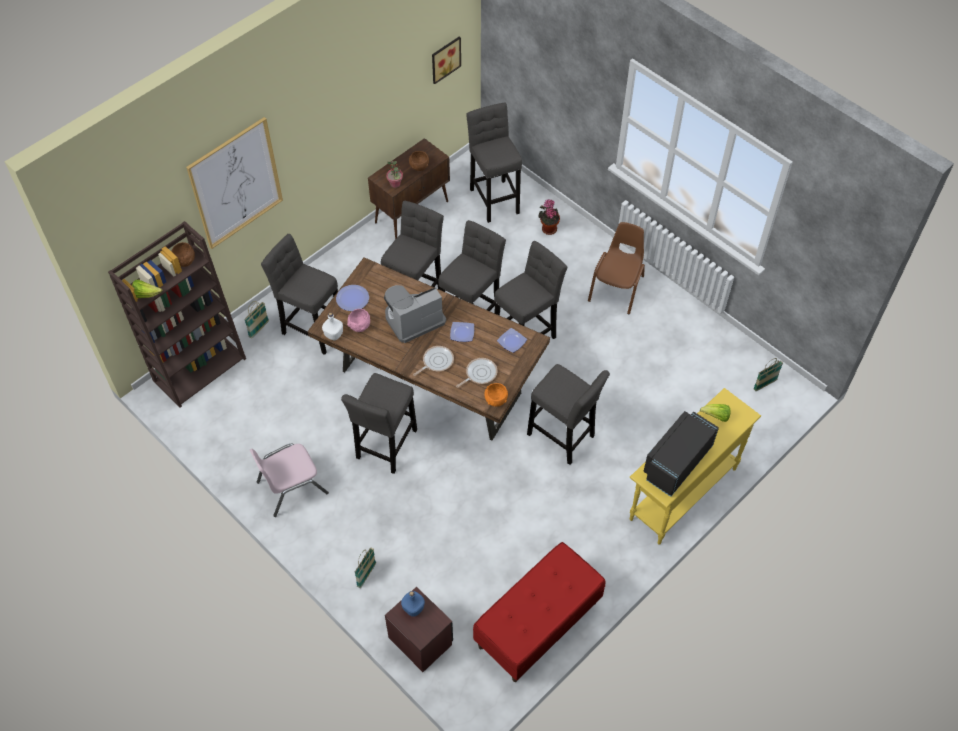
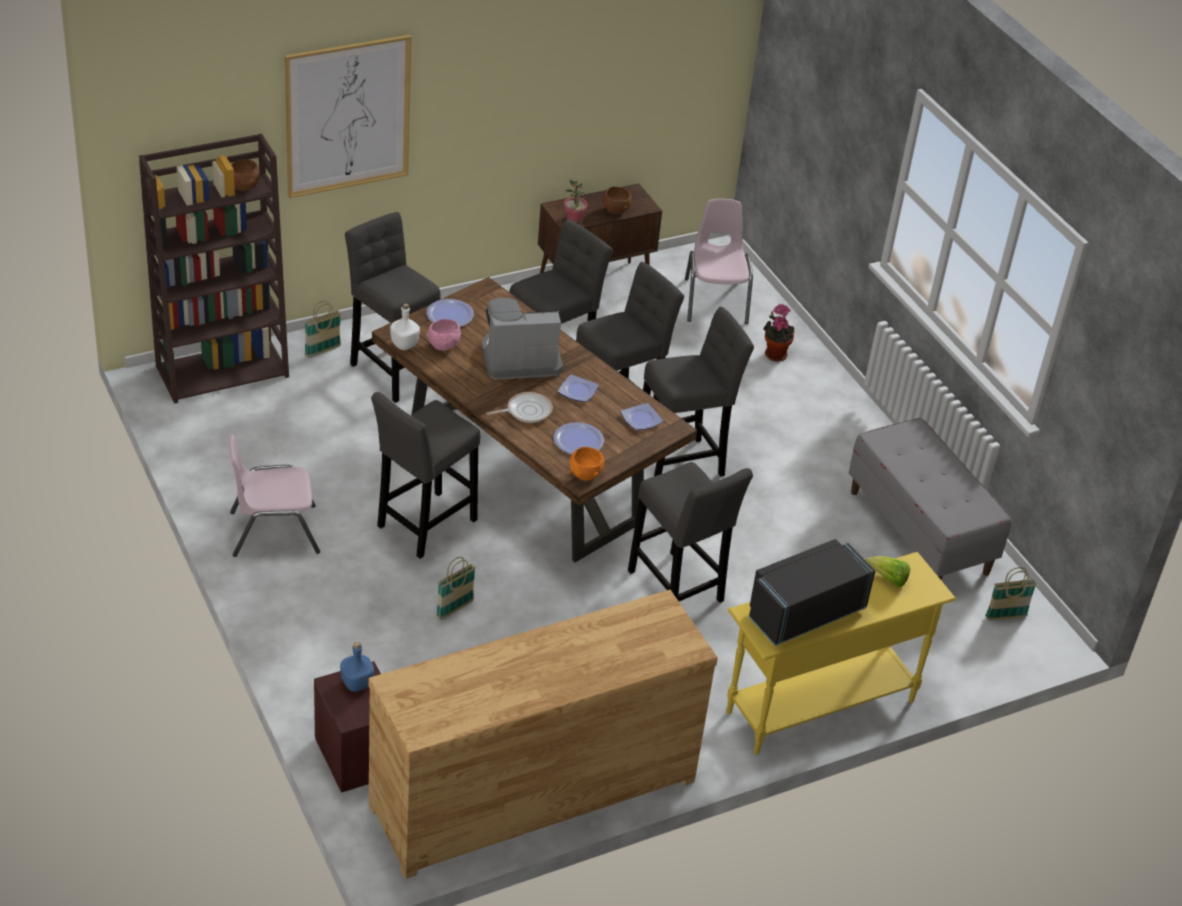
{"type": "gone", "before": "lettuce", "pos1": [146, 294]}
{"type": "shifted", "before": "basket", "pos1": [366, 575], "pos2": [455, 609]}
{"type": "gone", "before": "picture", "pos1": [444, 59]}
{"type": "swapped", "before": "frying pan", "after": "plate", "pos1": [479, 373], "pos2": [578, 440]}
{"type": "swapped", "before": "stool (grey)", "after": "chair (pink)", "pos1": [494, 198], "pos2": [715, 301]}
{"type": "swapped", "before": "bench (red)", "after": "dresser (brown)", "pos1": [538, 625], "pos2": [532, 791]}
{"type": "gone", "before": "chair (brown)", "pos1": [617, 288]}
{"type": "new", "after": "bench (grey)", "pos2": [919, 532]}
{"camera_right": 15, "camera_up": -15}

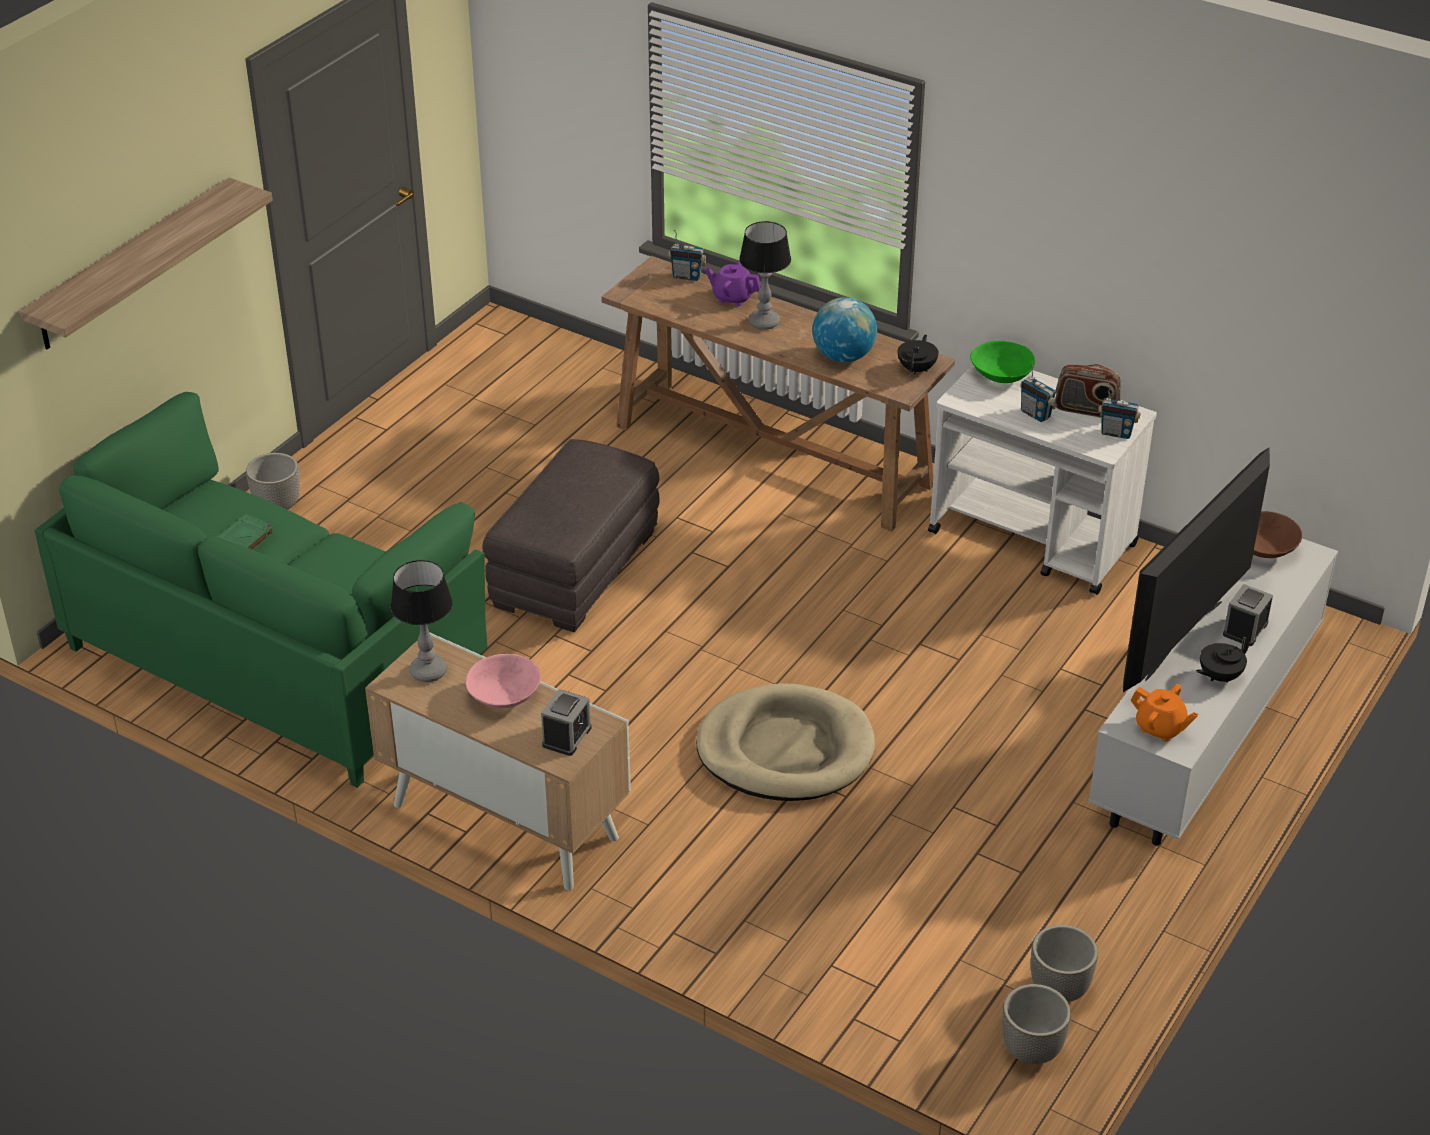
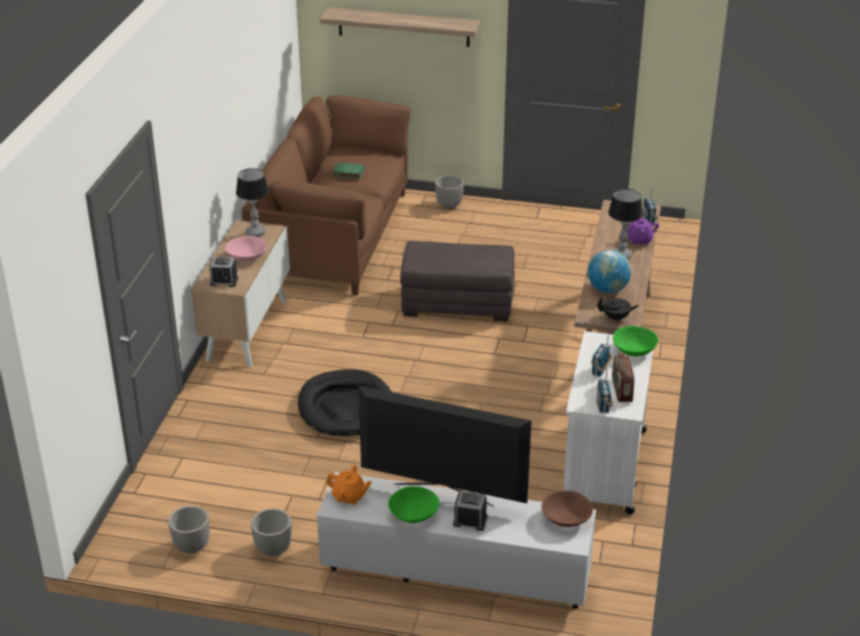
{"type": "repainted", "before": "sofa (green)", "after": "sofa (brown)", "pos1": [276, 657], "pos2": [333, 236]}
{"type": "repainted", "before": "dog bed (beige)", "after": "dog bed (black)", "pos1": [785, 749], "pos2": [346, 407]}
{"type": "shifted", "before": "planter", "pos1": [1031, 1050], "pos2": [272, 549]}
{"type": "rotated", "before": "teapot (orange)", "pos1": [1160, 728], "pos2": [349, 496], "turn": -90}
{"type": "swapped", "before": "teapot (black)", "after": "bowl (green)", "pos1": [1219, 676], "pos2": [413, 515]}
{"camera_right": 70, "camera_up": -5}

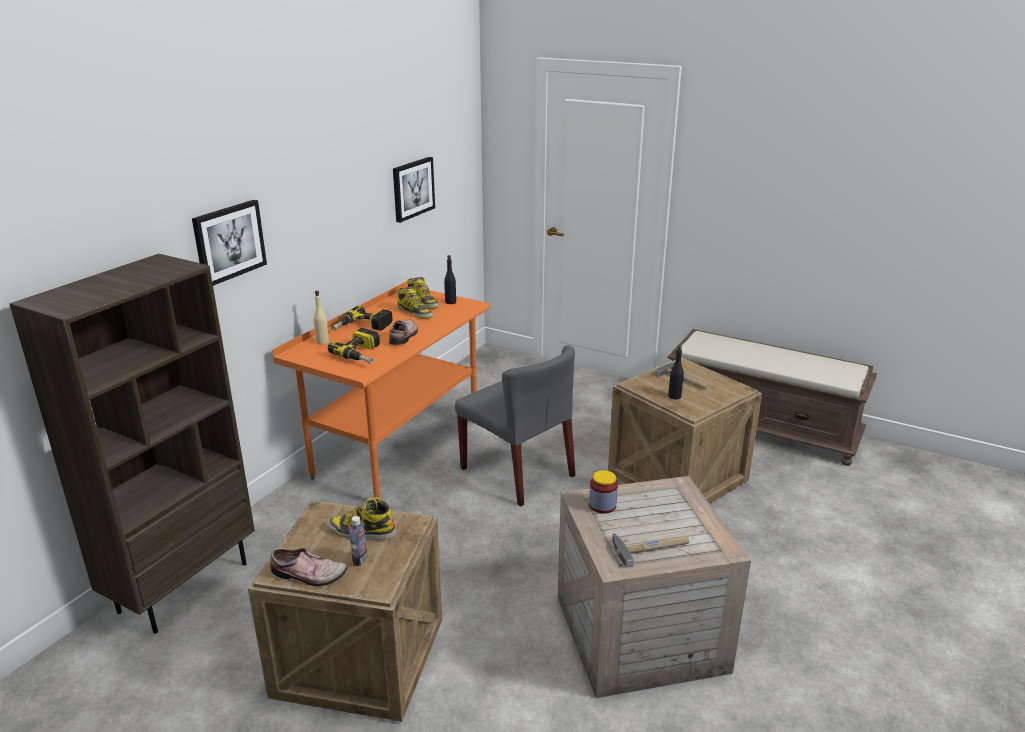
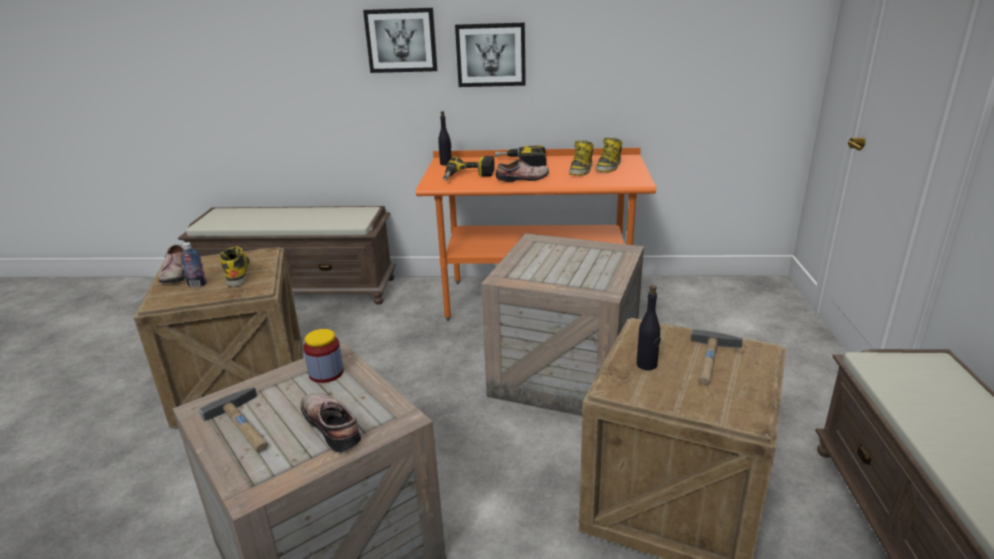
{"type": "swapped", "before": "bookcase (brown)", "after": "bench (brown)", "pos1": [183, 586], "pos2": [301, 290]}
{"type": "gone", "before": "bottle (beige)", "pos1": [322, 342]}
{"type": "shifted", "before": "picture", "pos1": [412, 188], "pos2": [491, 55]}
{"type": "shifted", "before": "bottle (black)", "pos1": [450, 302], "pos2": [446, 163]}
{"type": "swapped", "before": "chair (grey)", "after": "crate", "pos1": [518, 472], "pos2": [562, 374]}
{"type": "new", "after": "shoe", "pos2": [334, 425]}
{"camera_right": 65, "camera_up": 0}

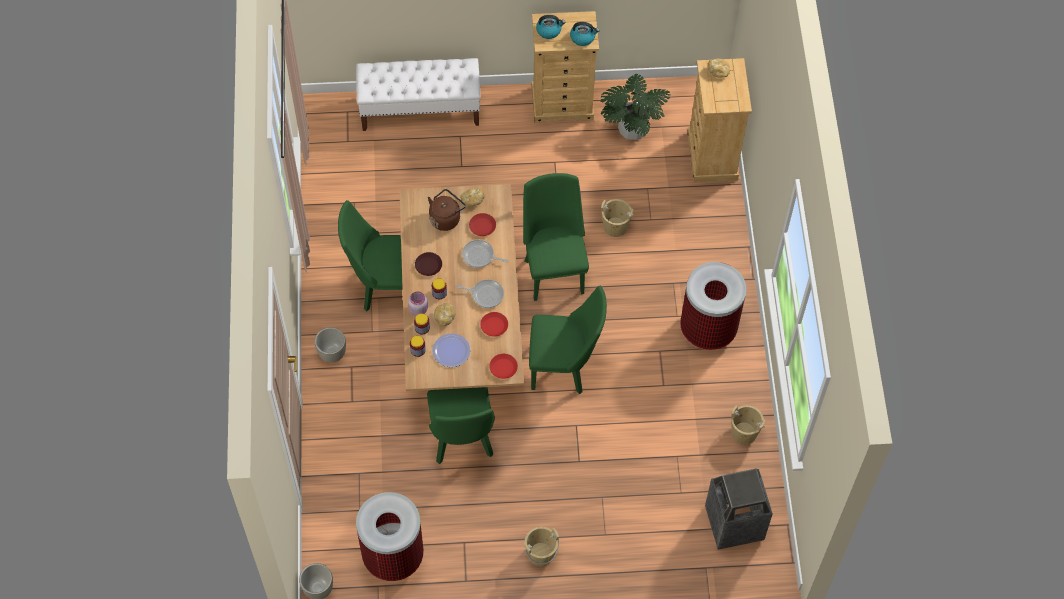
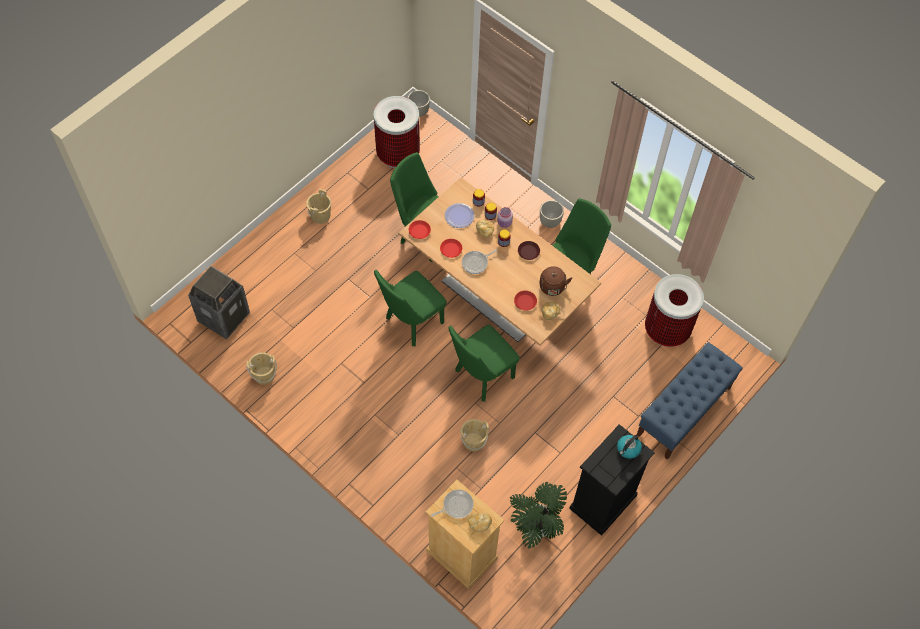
{"type": "repainted", "before": "bench (white)", "after": "bench (blue)", "pos1": [420, 110], "pos2": [683, 411]}
{"type": "shifted", "before": "frying pan", "pos1": [480, 256], "pos2": [456, 505]}
{"type": "rotated", "before": "chair (green)", "pos1": [553, 271], "pos2": [480, 377], "turn": 105}
{"type": "repainted", "before": "dresser (beige)", "after": "dresser (black)", "pos1": [562, 103], "pos2": [602, 502]}
{"type": "gone", "before": "kettle", "pos1": [583, 37]}
{"type": "shifted", "before": "trash can", "pos1": [708, 329], "pos2": [666, 330]}
{"camera_right": 135, "camera_up": 0}

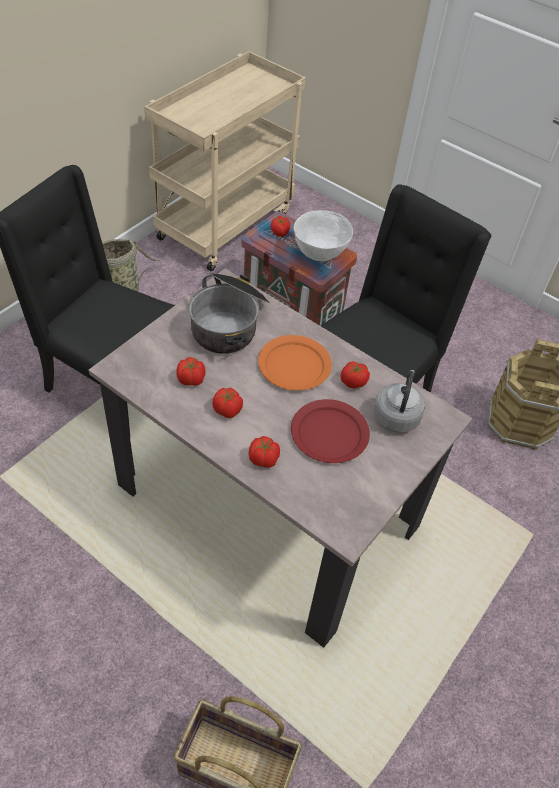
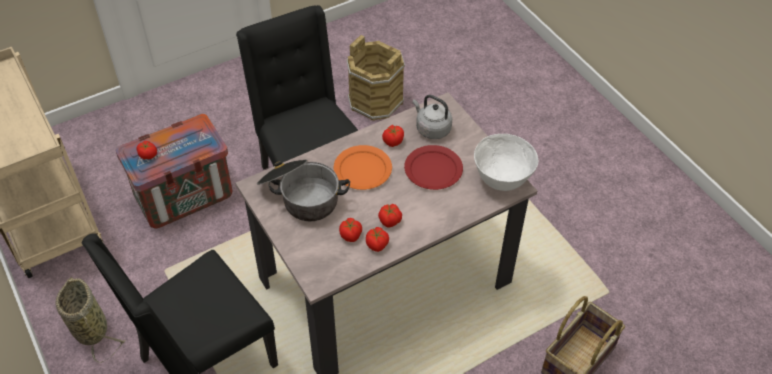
{"type": "shifted", "before": "tomato", "pos1": [264, 459], "pos2": [377, 245]}
{"type": "shifted", "before": "bowl (white)", "pos1": [319, 254], "pos2": [501, 179]}
{"camera_right": -65, "camera_up": 0}

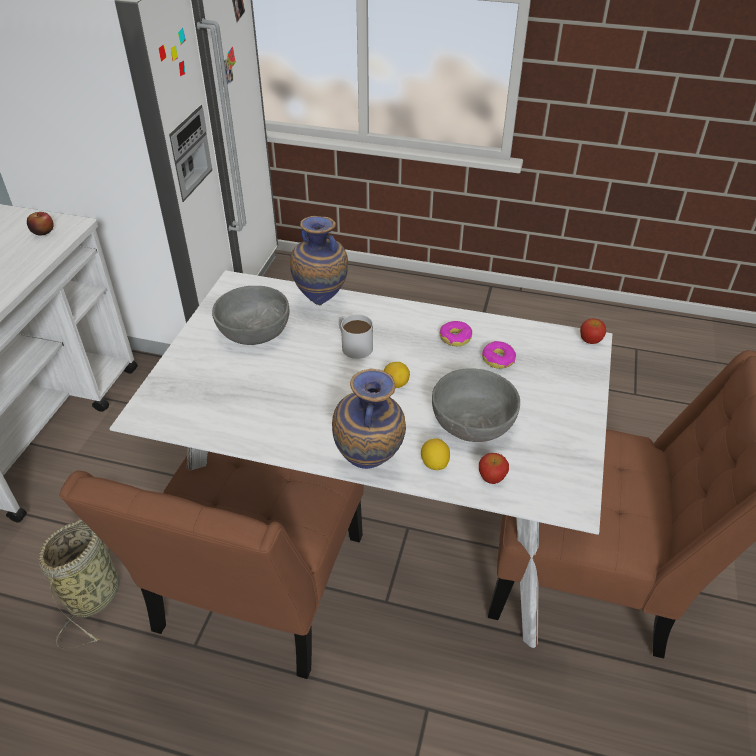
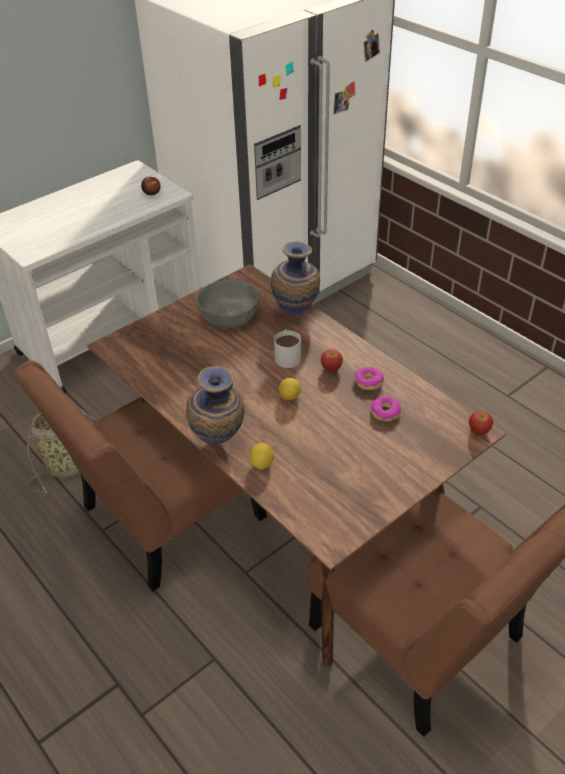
{"type": "repainted", "before": "dining table (white)", "after": "dining table (brown)", "pos1": [375, 523], "pos2": [283, 514]}
{"type": "gone", "before": "bowl (grey)", "pos1": [473, 421]}
{"type": "shifted", "before": "apple", "pos1": [491, 478], "pos2": [331, 368]}
{"camera_right": 35, "camera_up": 0}

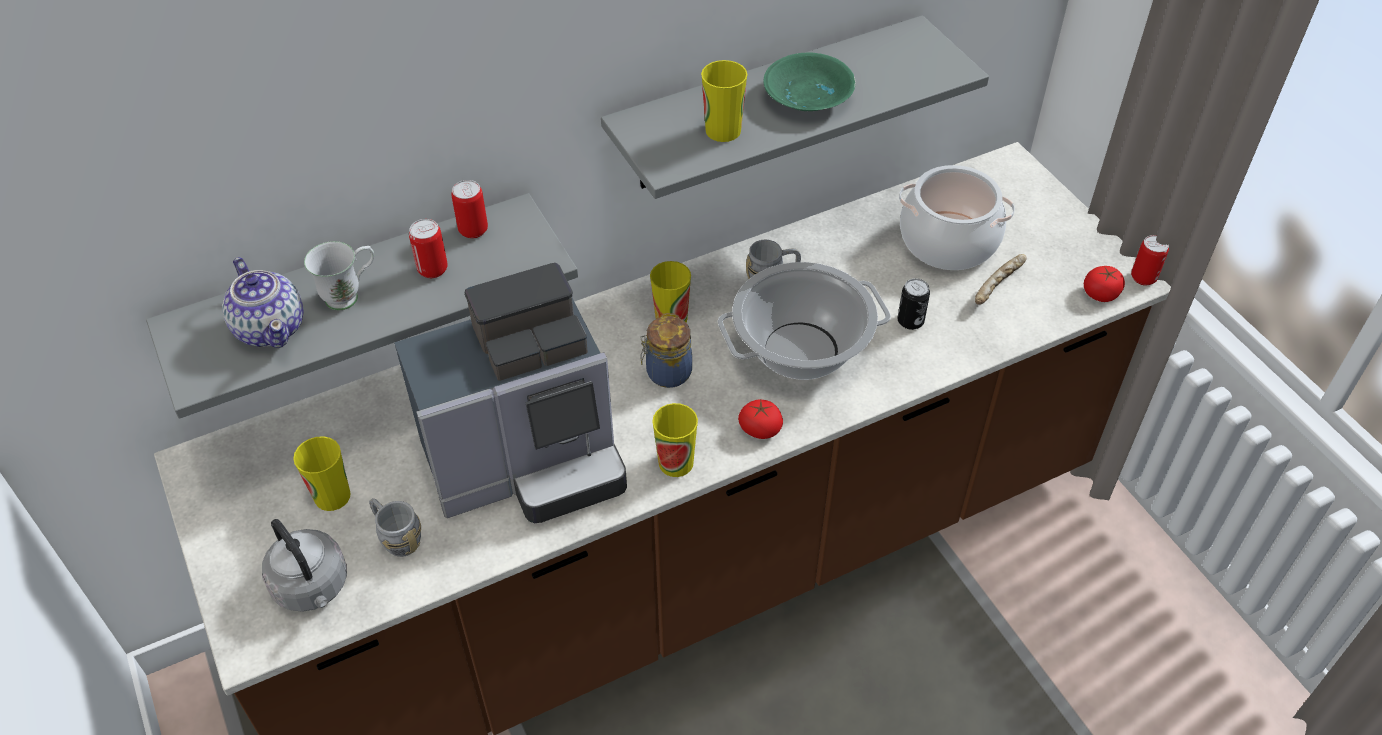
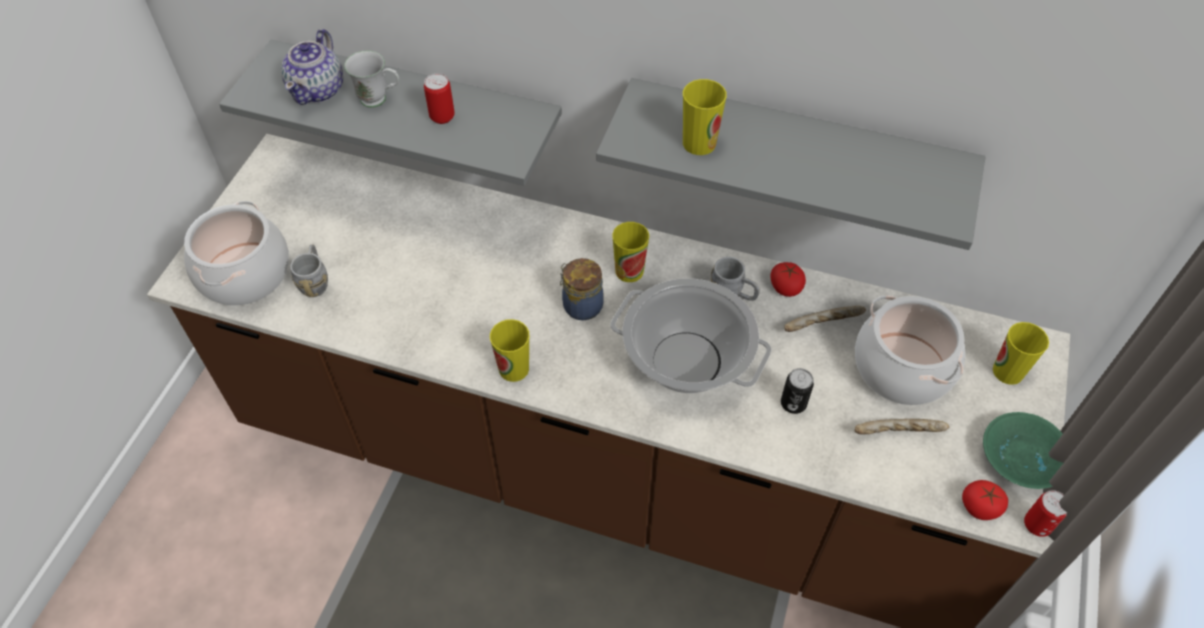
{"type": "swapped", "before": "kettle (grey)", "after": "cooking pot", "pos1": [313, 588], "pos2": [245, 274]}
{"type": "shifted", "before": "cup", "pos1": [332, 496], "pos2": [1008, 371]}
{"type": "gone", "before": "coffee machine", "pos1": [529, 463]}
{"type": "gone", "before": "can", "pos1": [473, 230]}
{"type": "shifted", "before": "tomato", "pos1": [760, 428], "pos2": [786, 287]}
{"type": "shifted", "before": "bowl (green)", "pos1": [810, 98], "pos2": [1022, 460]}
{"type": "new", "after": "bread", "pos2": [823, 324]}
{"camera_right": 45, "camera_up": 5}

